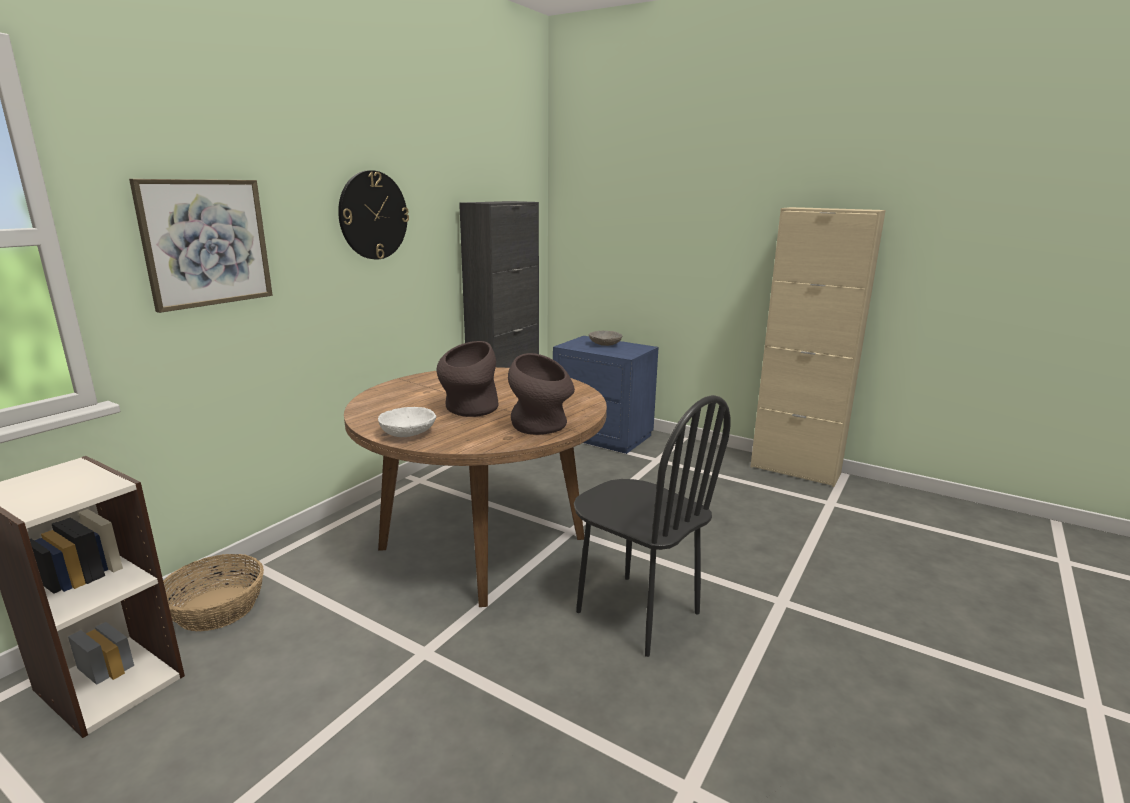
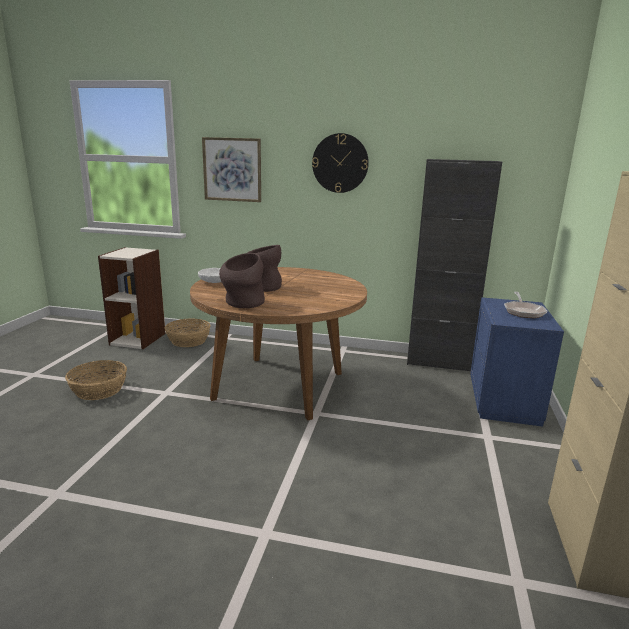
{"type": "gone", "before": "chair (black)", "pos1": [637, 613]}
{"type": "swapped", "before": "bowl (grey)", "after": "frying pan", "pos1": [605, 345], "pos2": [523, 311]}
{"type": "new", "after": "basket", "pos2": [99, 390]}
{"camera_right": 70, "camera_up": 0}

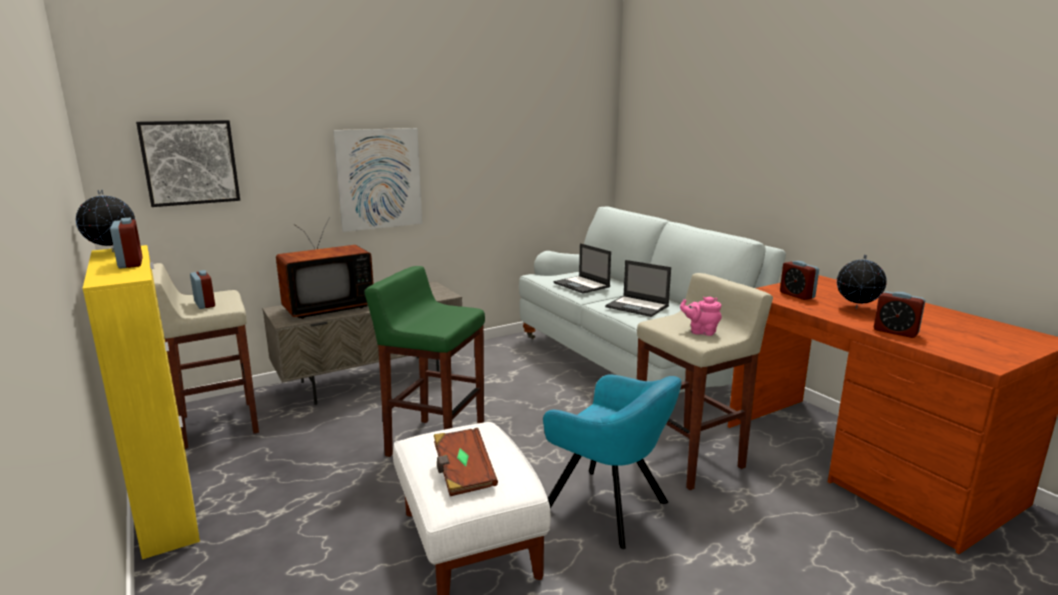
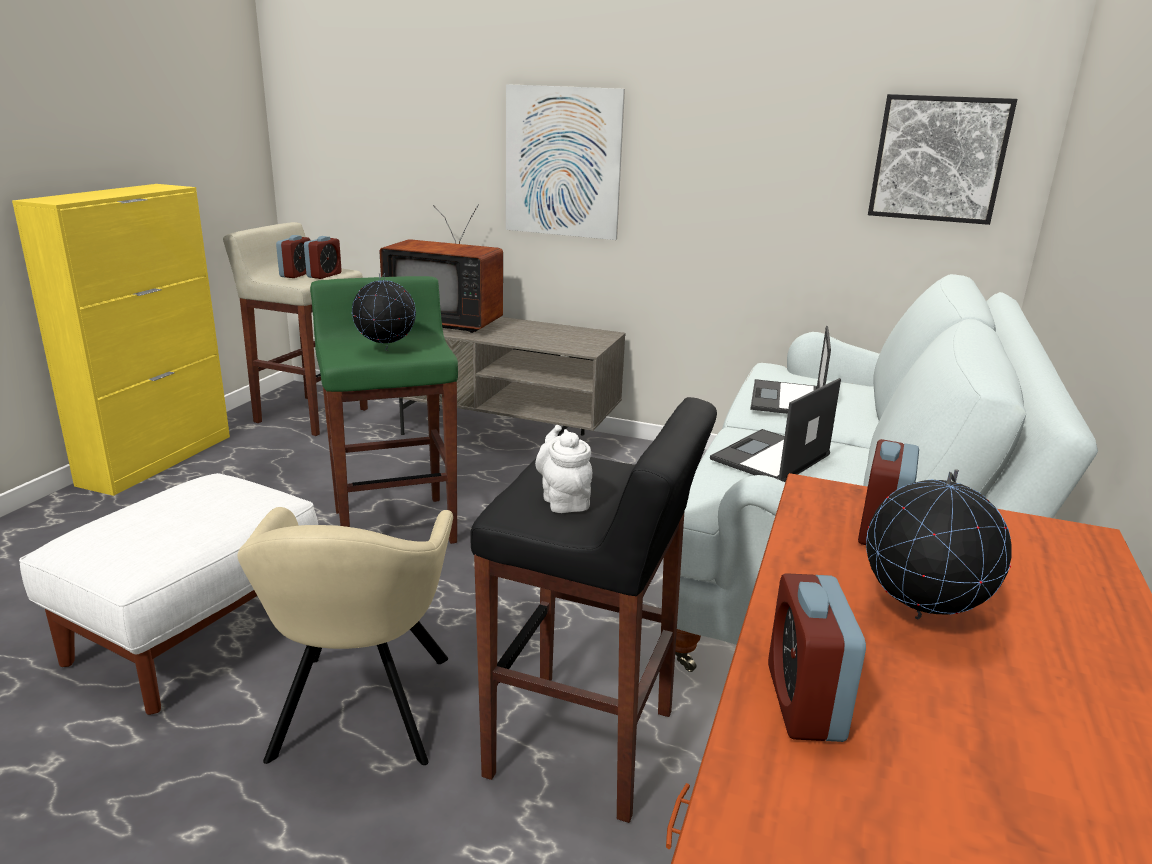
{"type": "shifted", "before": "globe", "pos1": [112, 252], "pos2": [386, 350]}
{"type": "shifted", "before": "alarm clock", "pos1": [130, 263], "pos2": [324, 275]}
{"type": "shifted", "before": "picture", "pos1": [190, 162], "pos2": [938, 159]}
{"type": "gone", "before": "book (brown)", "pos1": [463, 474]}
{"type": "repainted", "before": "armchair (turquoise)", "after": "armchair (beige)", "pos1": [610, 508], "pos2": [361, 712]}
{"type": "rotated", "before": "laptop", "pos1": [638, 306], "pos2": [770, 457], "turn": 45}
{"type": "repainted", "before": "stool (beige)", "after": "stool (black)", "pos1": [690, 459], "pos2": [584, 745]}
{"type": "repainted", "before": "teapot (pink)", "after": "teapot (white)", "pos1": [701, 332], "pos2": [564, 500]}
{"camera_right": 50, "camera_up": 5}

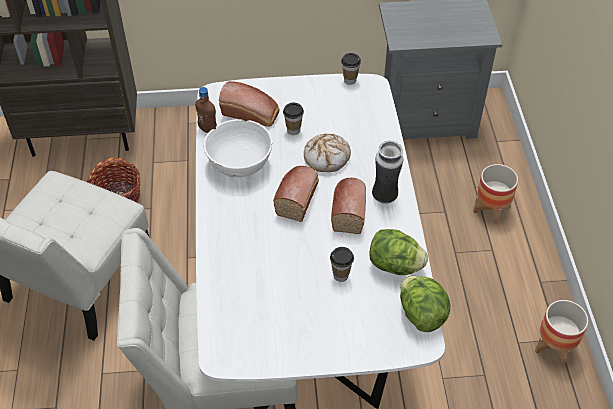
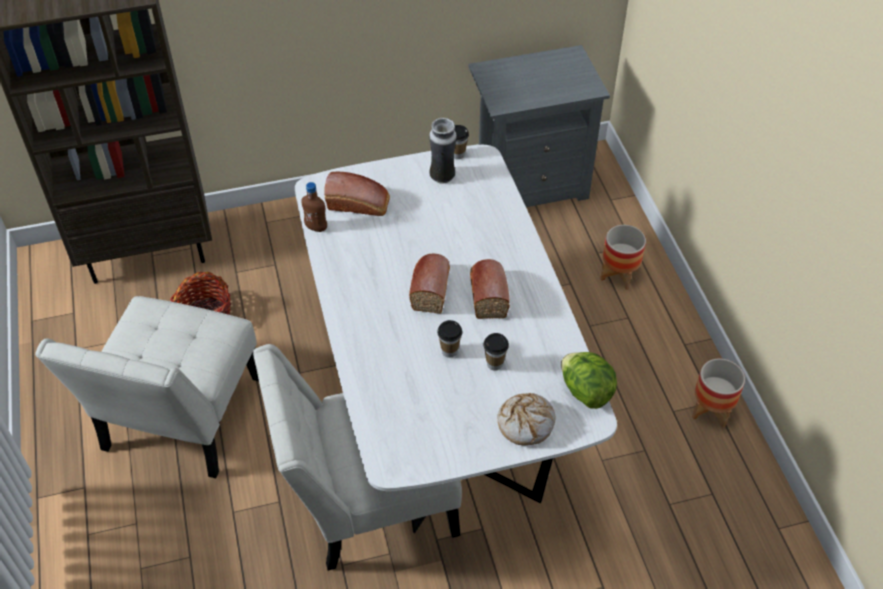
{"type": "gone", "before": "bowl (white)", "pos1": [239, 164]}
{"type": "shifted", "before": "cup", "pos1": [293, 130], "pos2": [449, 351]}
{"type": "shifted", "before": "bread", "pos1": [327, 157], "pos2": [526, 423]}
{"type": "gone", "before": "lettuce", "pos1": [395, 265]}
{"type": "shifted", "before": "vase", "pos1": [385, 196], "pos2": [442, 177]}
{"camera_right": -10, "camera_up": 0}

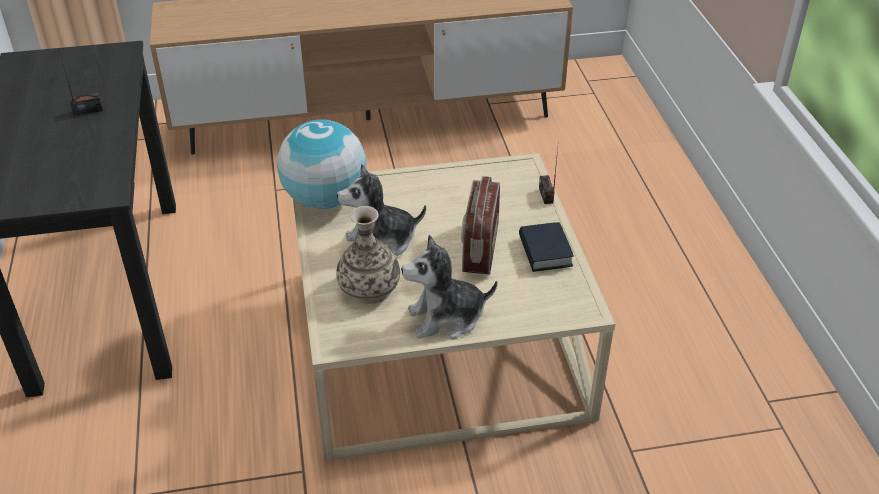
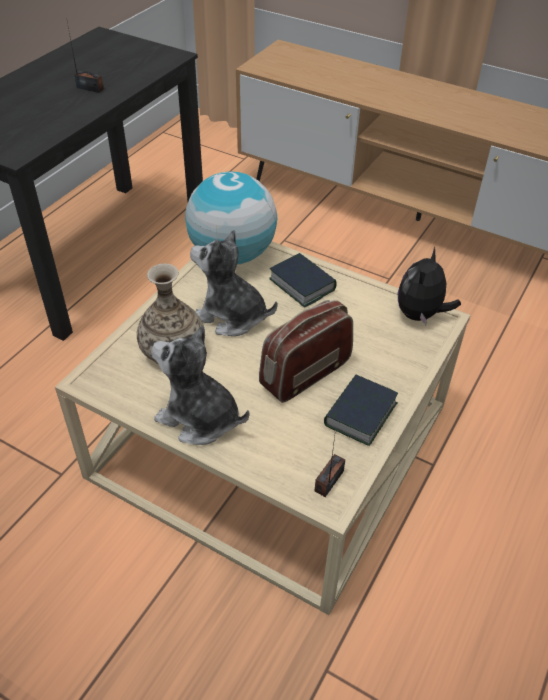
{"type": "shifted", "before": "radio", "pos1": [546, 195], "pos2": [329, 481]}
{"type": "new", "after": "book", "pos2": [302, 284]}
{"type": "new", "after": "plush toy", "pos2": [420, 315]}
{"camera_right": 40, "camera_up": 5}

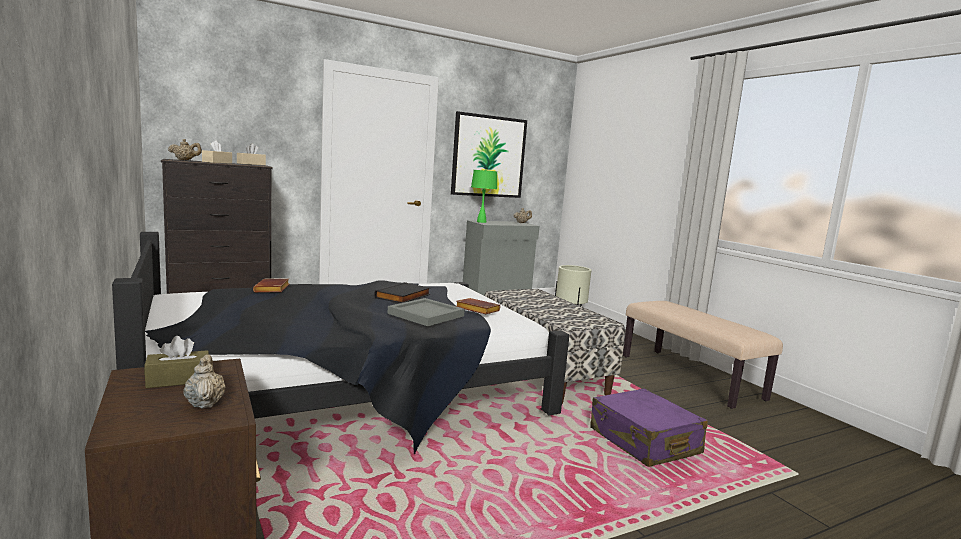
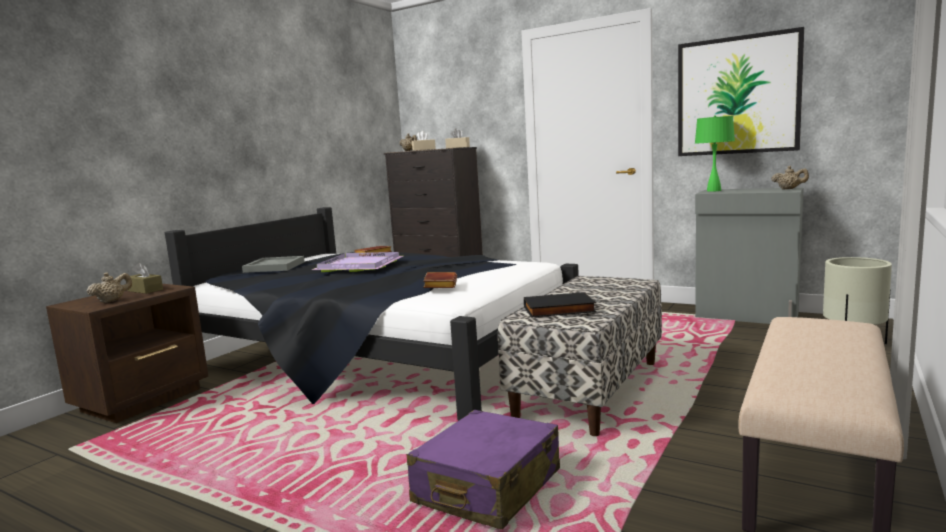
{"type": "shifted", "before": "book (black)", "pos1": [403, 296], "pos2": [559, 310]}
{"type": "shifted", "before": "tray (grey)", "pos1": [426, 315], "pos2": [273, 267]}
{"type": "new", "after": "tray (purple)", "pos2": [361, 265]}
{"camera_right": 60, "camera_up": 0}

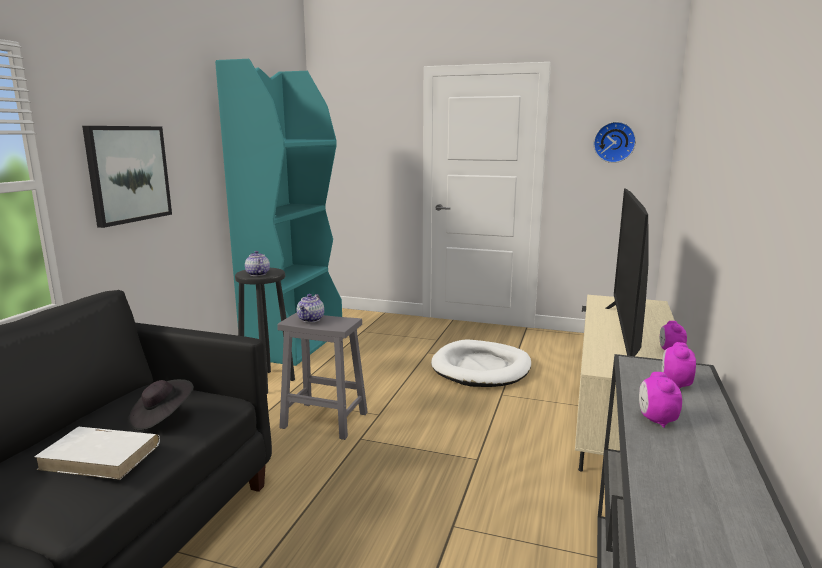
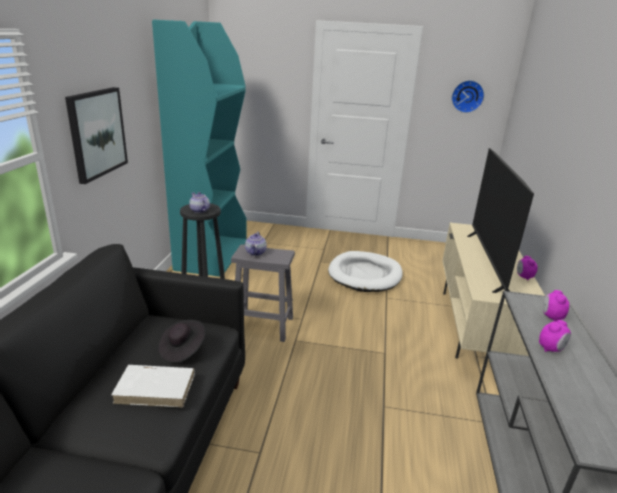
{"type": "rotated", "before": "alarm clock", "pos1": [656, 420], "pos2": [551, 349], "turn": -120}
{"camera_right": -10, "camera_up": 10}

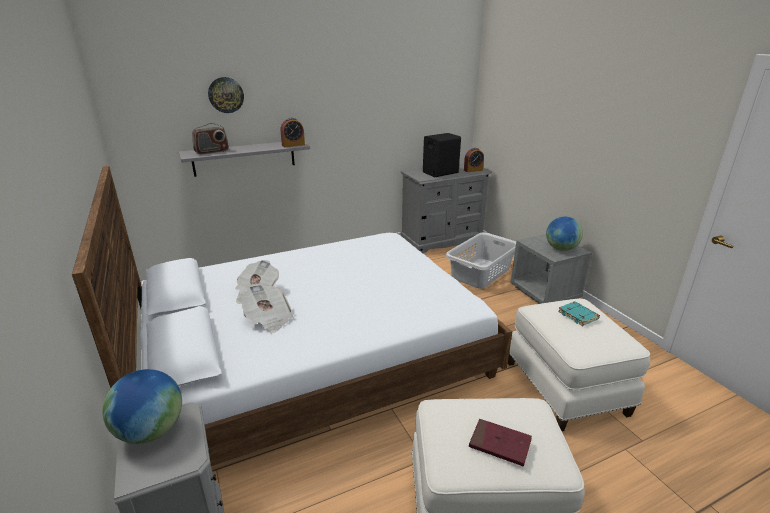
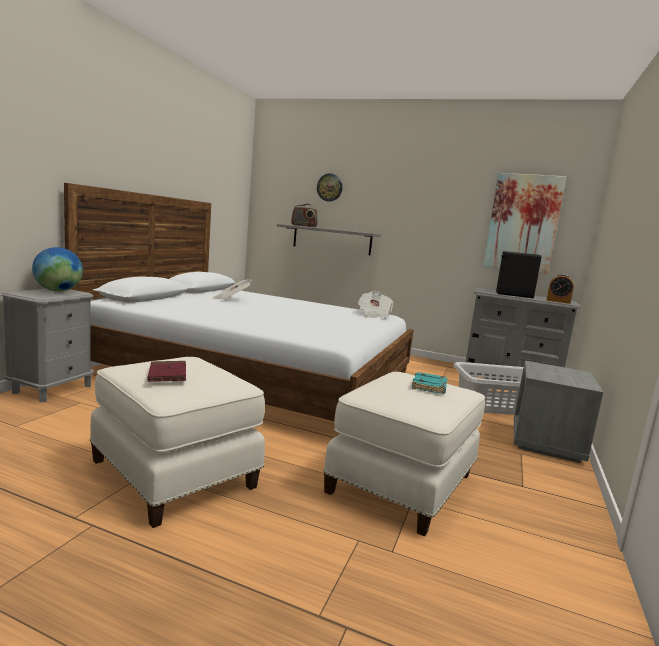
{"type": "shifted", "before": "newspaper", "pos1": [268, 319], "pos2": [374, 315]}
{"type": "gone", "before": "alarm clock", "pos1": [293, 145]}
{"type": "gone", "before": "globe", "pos1": [561, 249]}
{"type": "new", "after": "picture", "pos2": [522, 223]}
{"camera_right": 45, "camera_up": -15}

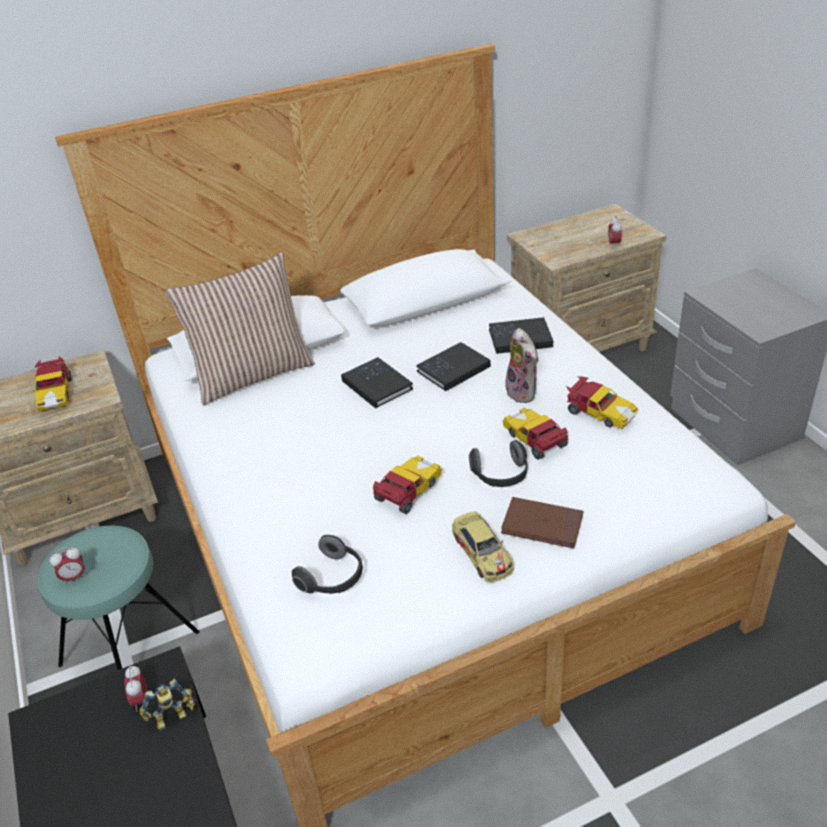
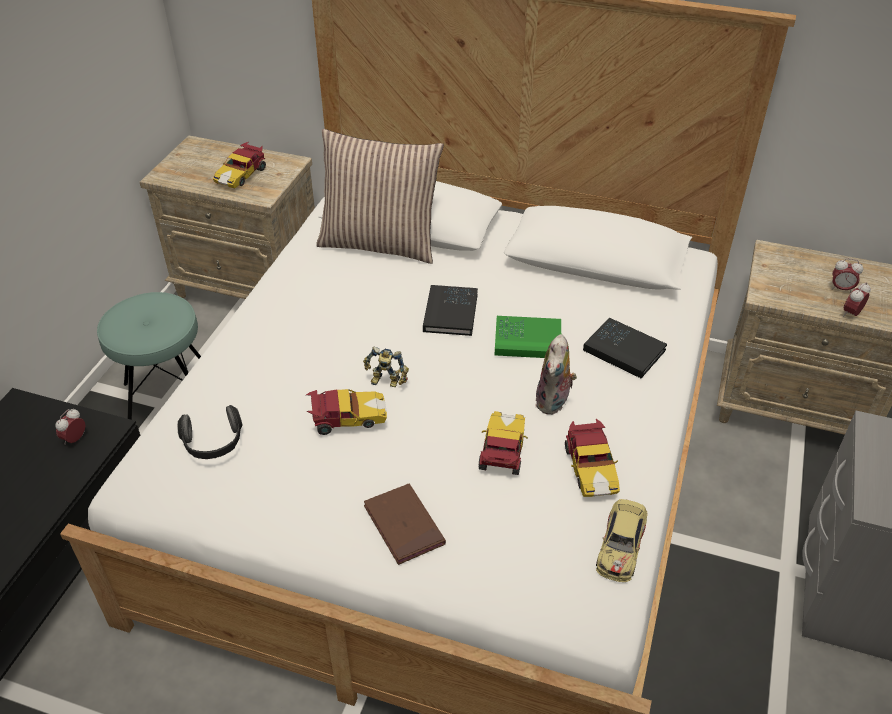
{"type": "shifted", "before": "alarm clock", "pos1": [74, 577], "pos2": [841, 289]}
{"type": "shifted", "before": "toy robot", "pos1": [172, 718], "pos2": [386, 382]}
{"type": "repainted", "before": "book (black)", "after": "book (green)", "pos1": [453, 369], "pos2": [527, 340]}
{"type": "shifted", "before": "toy car", "pos1": [482, 551], "pos2": [621, 545]}
{"type": "gone", "before": "headphones", "pos1": [501, 476]}
{"camera_right": 40, "camera_up": 5}

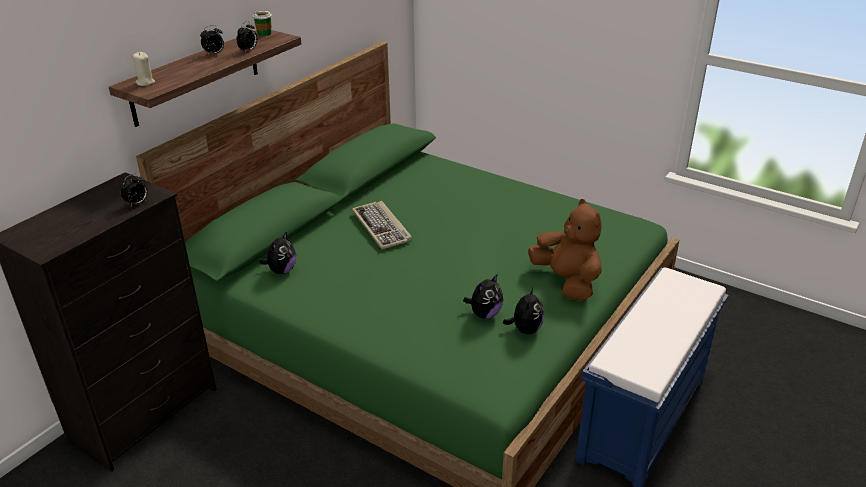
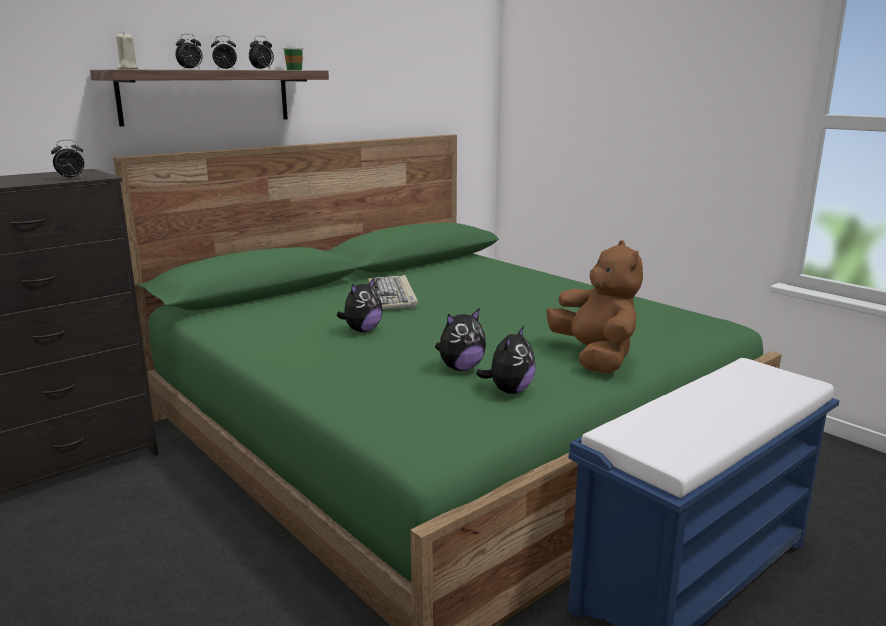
{"type": "shifted", "before": "plush toy", "pos1": [281, 270], "pos2": [362, 330]}
{"type": "new", "after": "alarm clock", "pos2": [191, 69]}
{"camera_right": 15, "camera_up": -15}

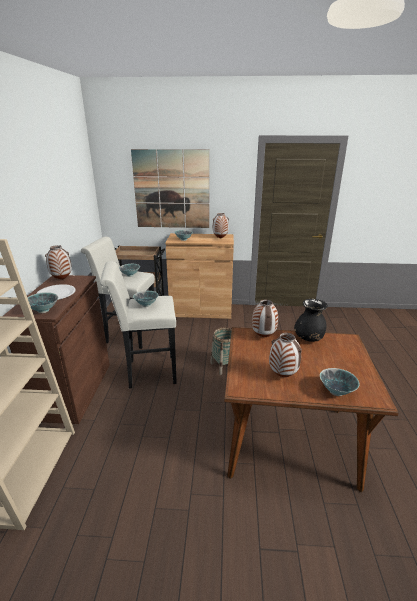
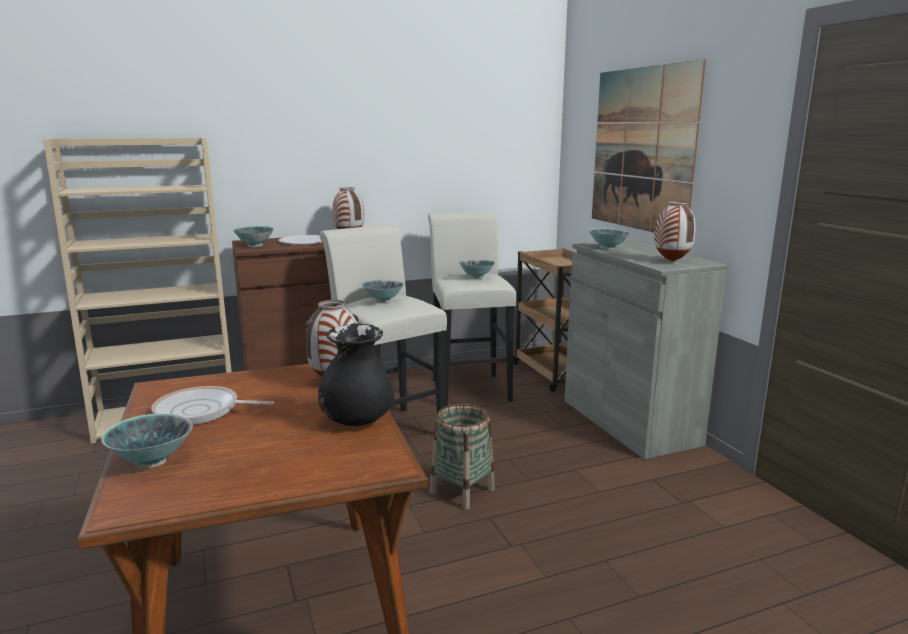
{"type": "repainted", "before": "cabinet (brown)", "after": "cabinet (grey)", "pos1": [201, 310], "pos2": [629, 422]}
{"type": "swapped", "before": "vase", "after": "frying pan", "pos1": [283, 375], "pos2": [201, 411]}
{"camera_right": 65, "camera_up": -10}

